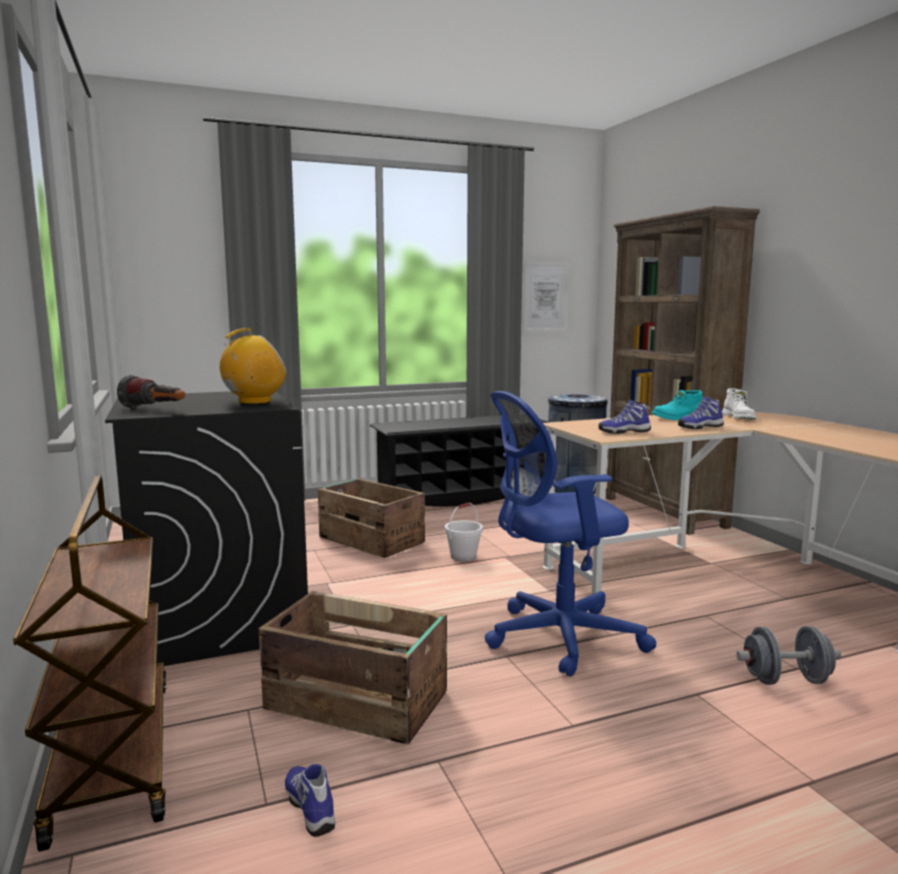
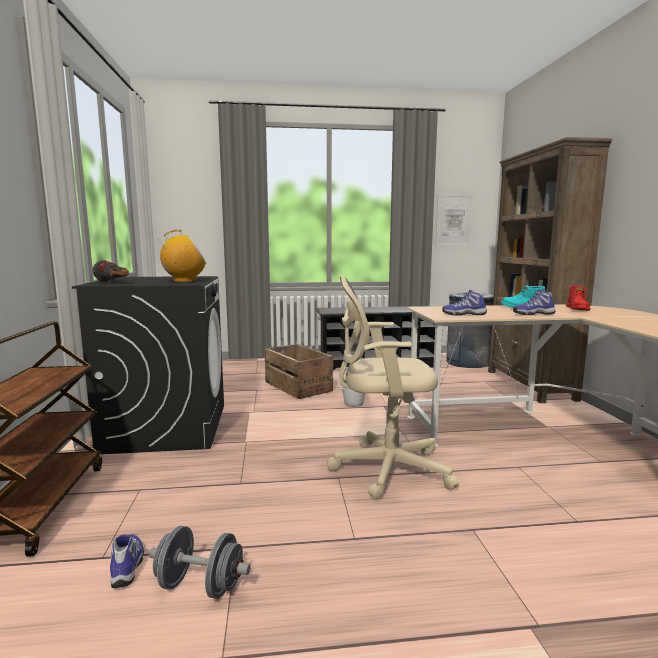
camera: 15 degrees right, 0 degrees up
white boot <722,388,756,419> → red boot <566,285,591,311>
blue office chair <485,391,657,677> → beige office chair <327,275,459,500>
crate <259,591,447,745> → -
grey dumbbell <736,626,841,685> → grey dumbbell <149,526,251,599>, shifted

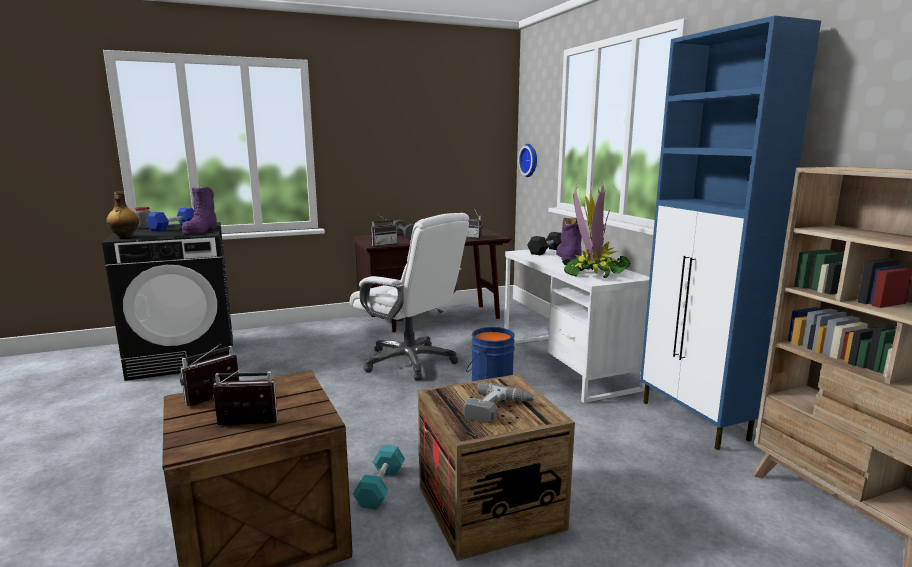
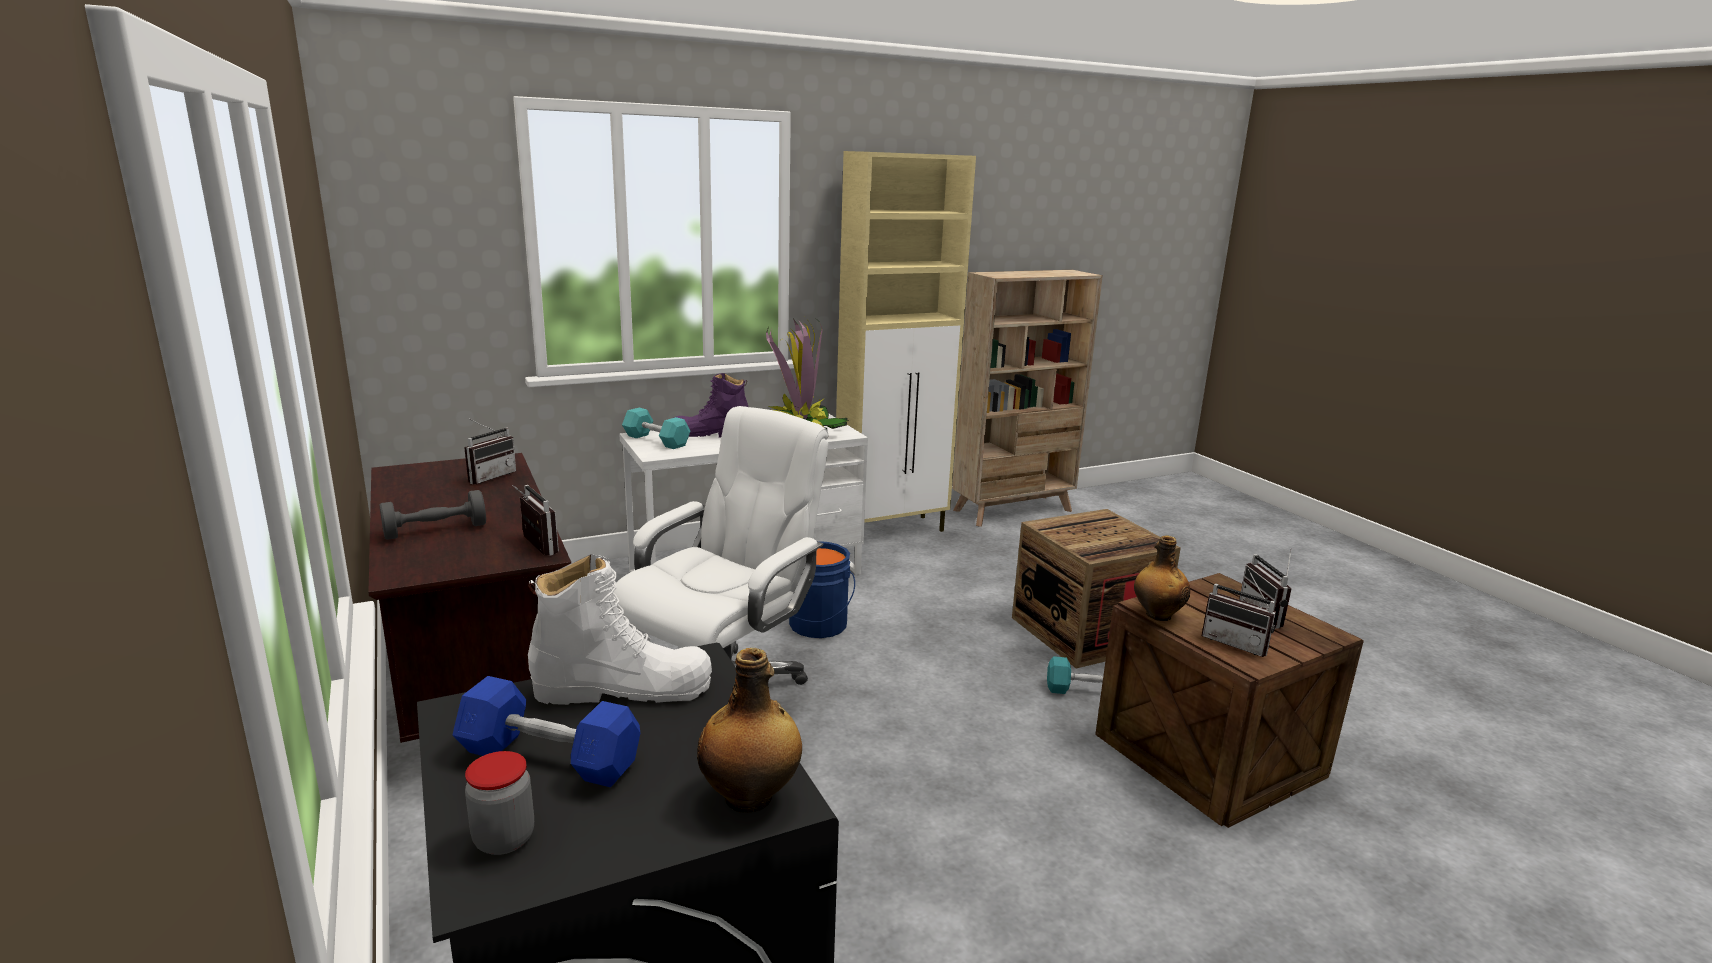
camera: 95 degrees left, 5 degrees up
blue cabinet <640,16,821,450> → beige cabinet <836,151,976,532>
wall clock <518,144,537,177> → -
purple boot <182,187,217,234> → white boot <528,554,712,705>
black dumbbell <528,232,561,255> → turquoise dumbbell <622,408,690,449>
power drill <464,383,536,423> → -
- → bottle <1134,535,1190,621>

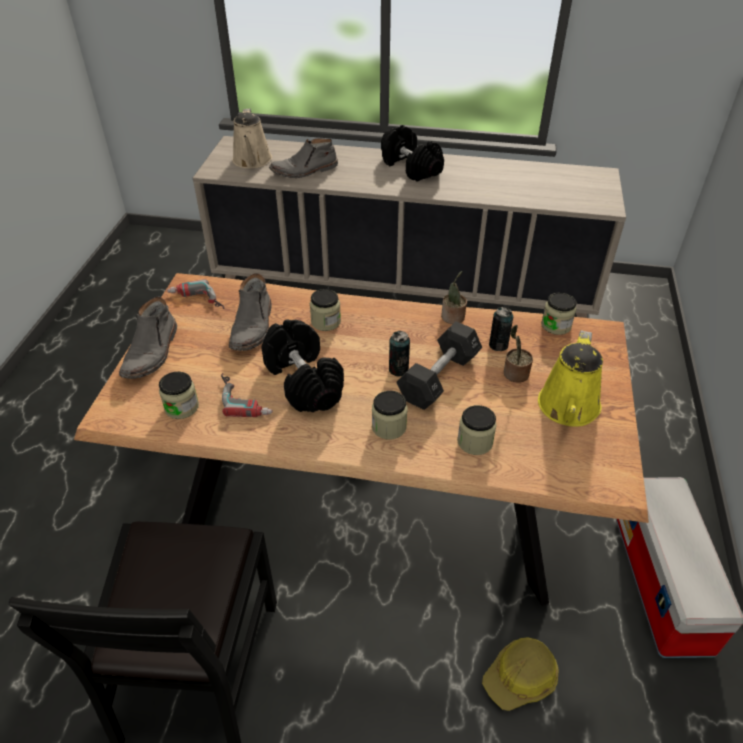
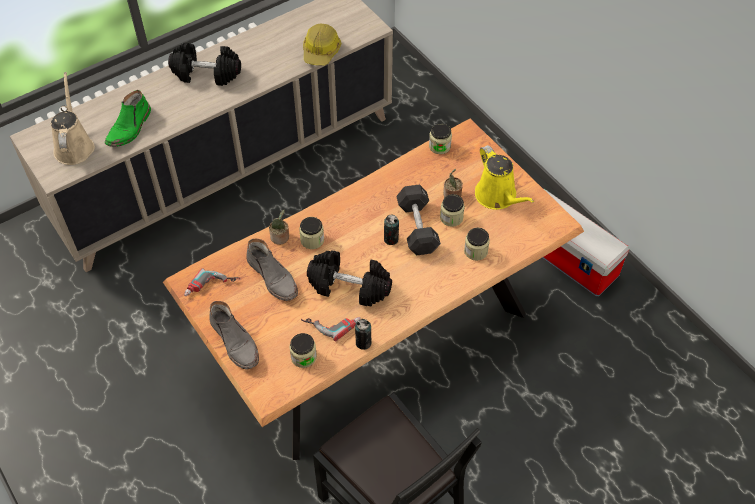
camera: 45 degrees left, 10 degrees up
beige watering can <232,108,272,169> → beige watering can <51,72,95,165>, 135 degrees counterclockwise
grey boot <269,138,338,178> → green boot <105,90,151,147>
potted plant <441,271,467,324> → potted plant <269,210,289,245>, shifted
can <489,307,513,351> → can <355,319,372,350>, shifted
jar <372,391,407,440> → jar <440,194,465,227>, shifted
hard hat <482,637,559,711> → hard hat <303,23,341,66>, shifted

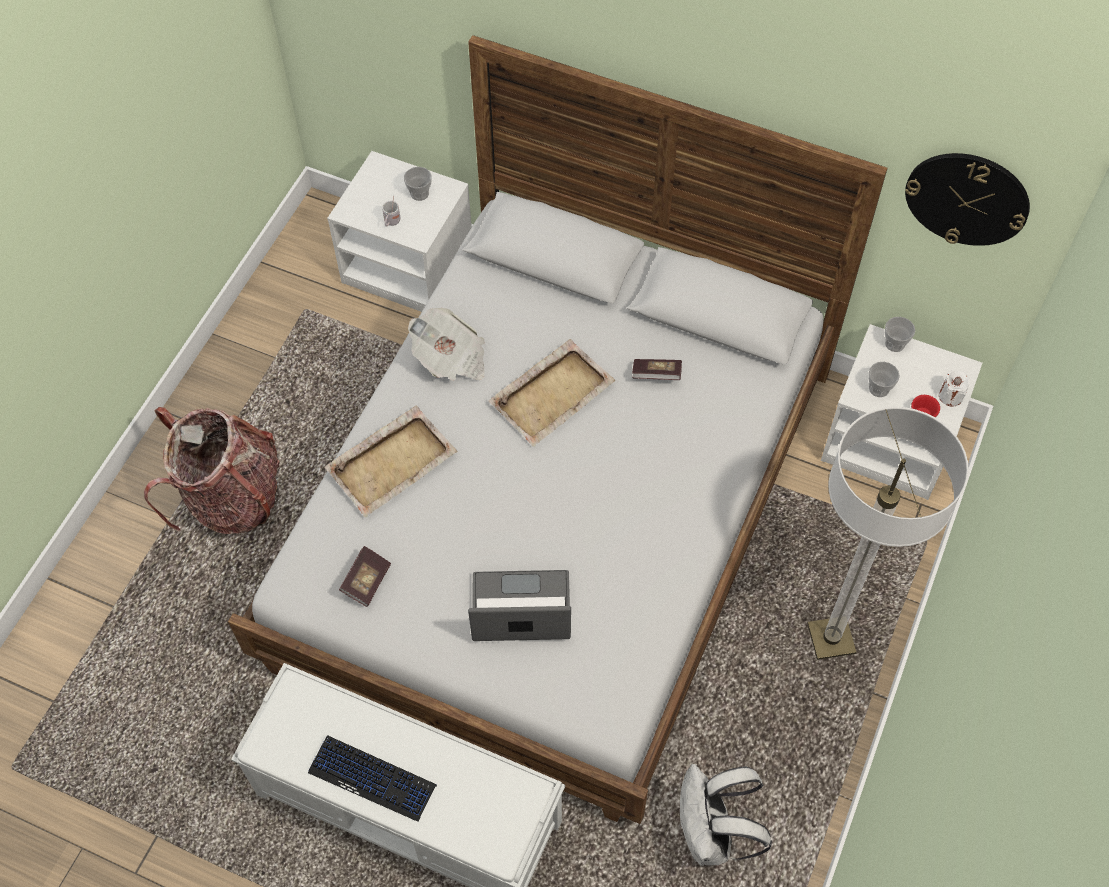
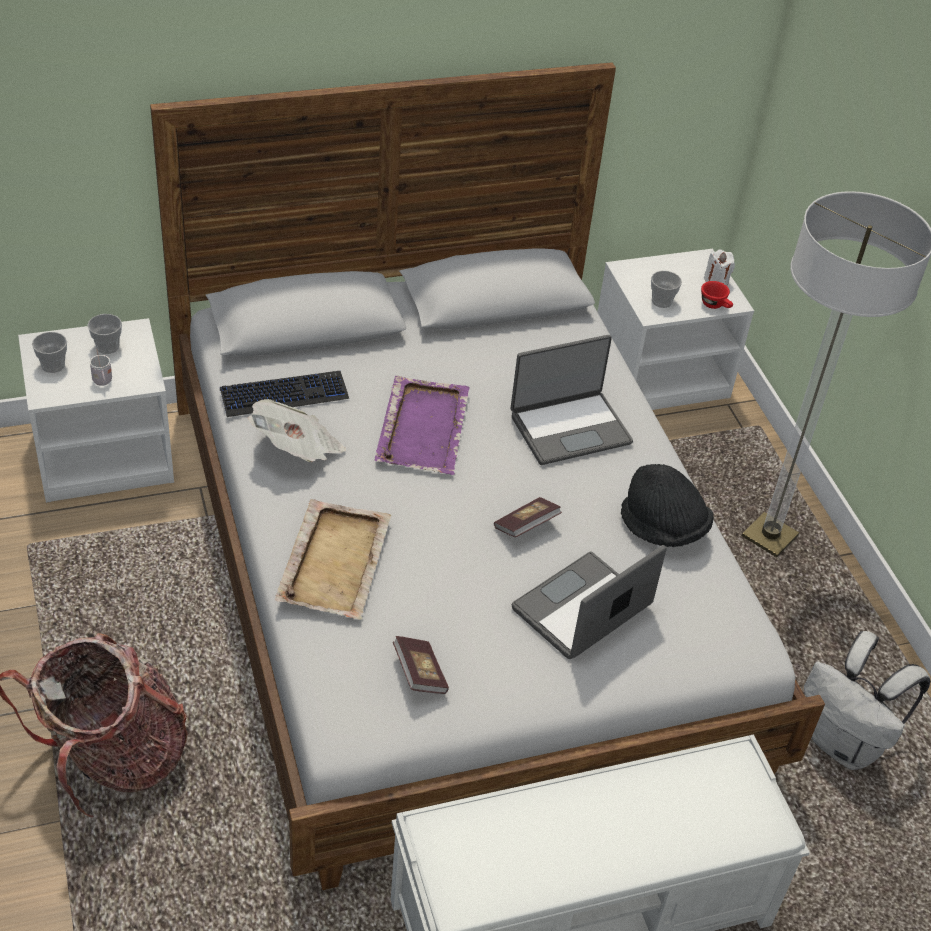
camera: 45 degrees left, 15 degrees down
wall clock <905,153,1030,246> → -
cup <885,317,915,352> → cup <32,332,67,373>, shifted
beige tray <489,339,615,447> → purple tray <375,376,469,475>
book <632,359,682,380> → book <494,497,562,537>, shifted
keyboard <308,735,437,822> → keyboard <220,371,349,417>, shifted
- → laptop <510,335,633,465>
- → black hat <621,464,714,547>

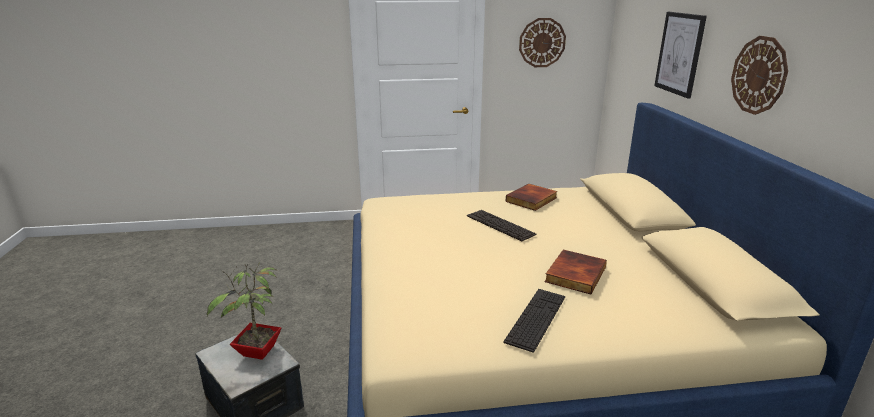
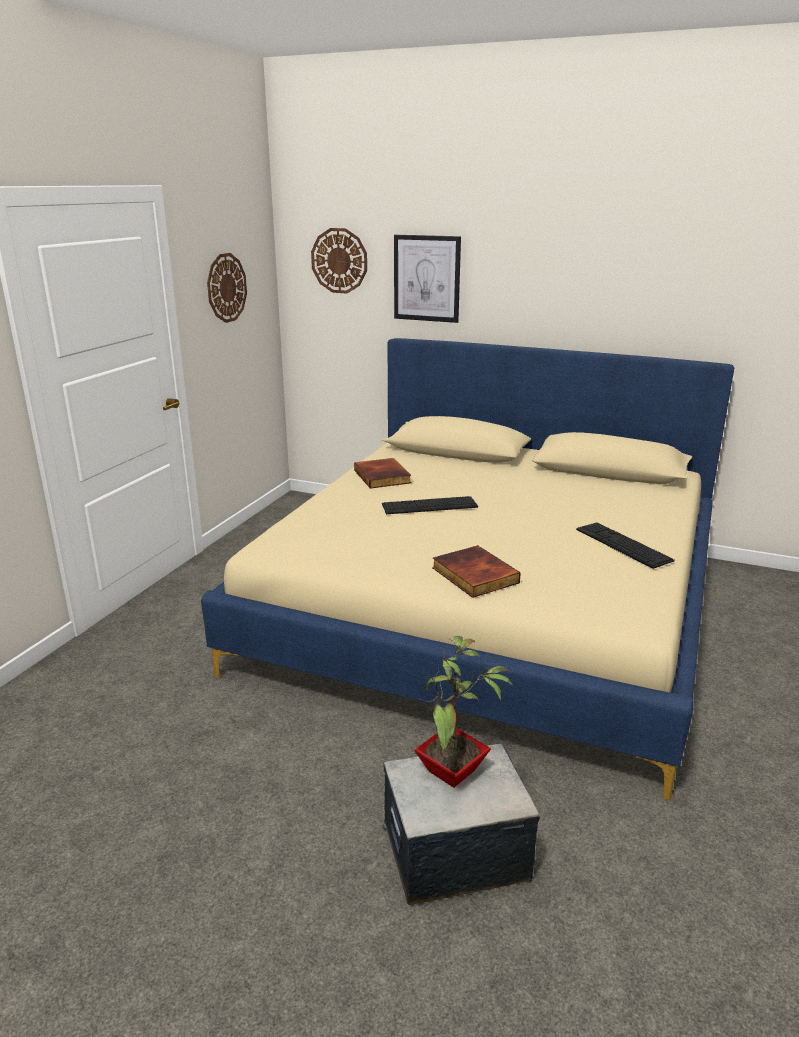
camera: 60 degrees left, 0 degrees up
wall clock <731,36,788,115> → wall clock <311,228,367,293>, shifted
book <544,250,607,294> → book <432,545,521,598>, shifted

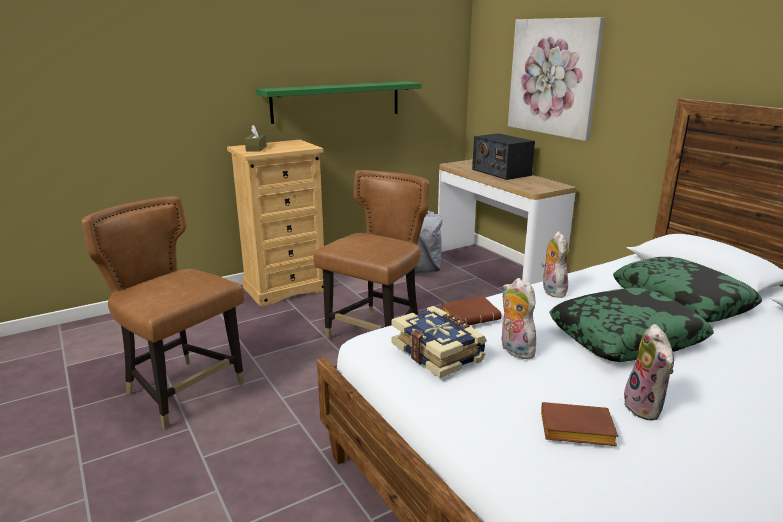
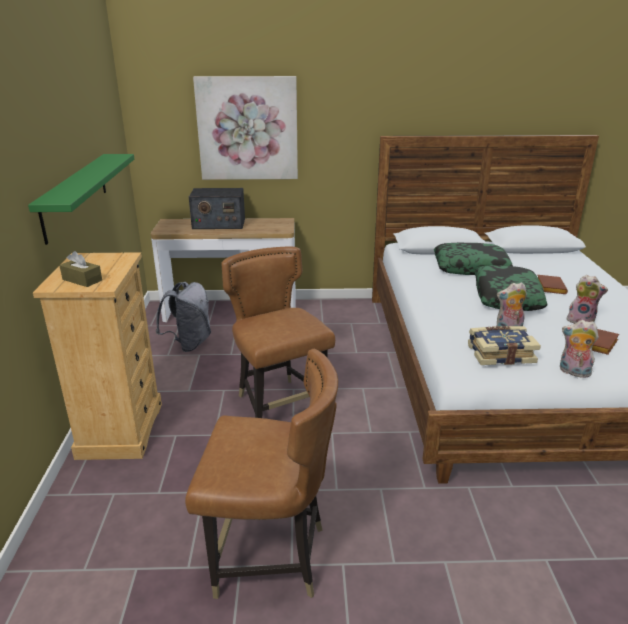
camera: 60 degrees left, 5 degrees up
brown chair <81,196,245,429> → brown chair <185,349,338,599>, 150 degrees counterclockwise
plush toy <541,231,568,298> → plush toy <560,320,599,378>, shifted
brown book <442,296,501,325> → brown book <538,275,568,294>, shifted

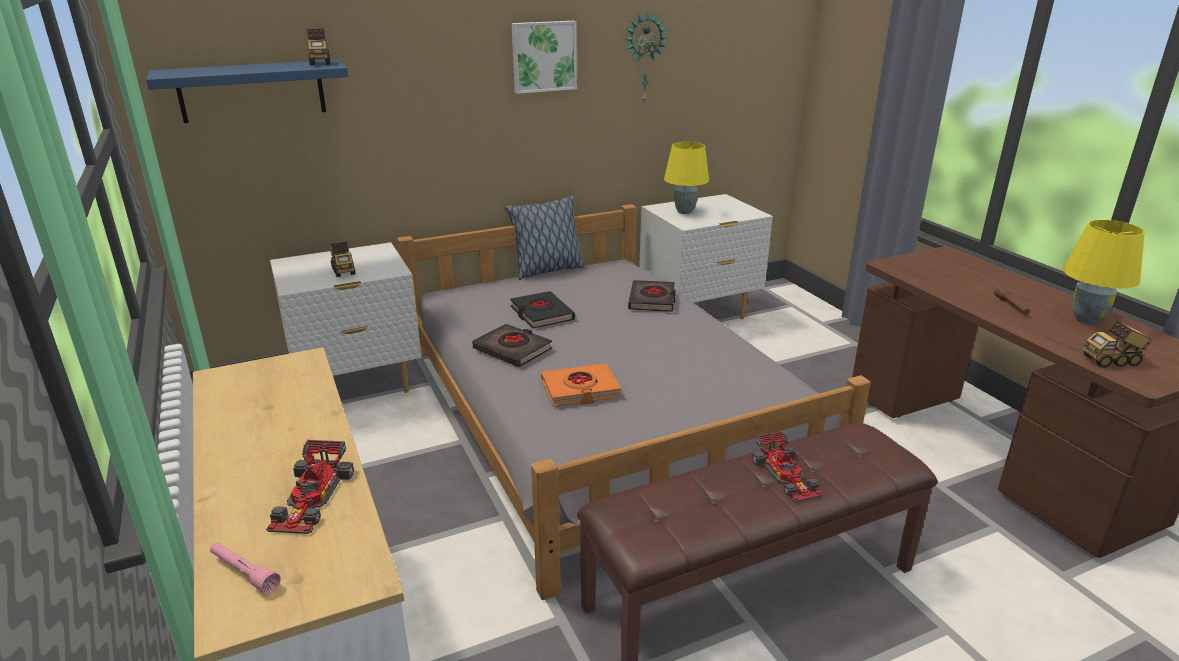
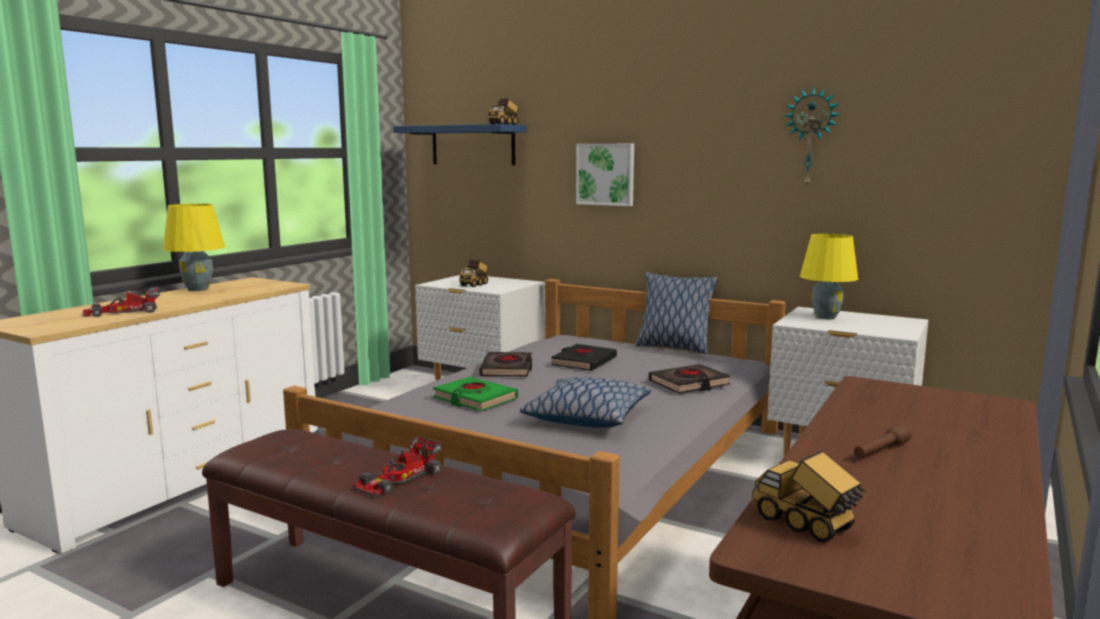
camera: 55 degrees right, 15 degrees down
picture <512,21,577,94> → picture <576,144,634,206>, shifted
yellow table lamp <1063,220,1145,324> → yellow table lamp <163,204,225,291>, shifted
orange book <541,363,621,407> → green book <433,377,518,411>
pink flashlight <210,542,281,594> → -
- → pillow <520,377,651,428>

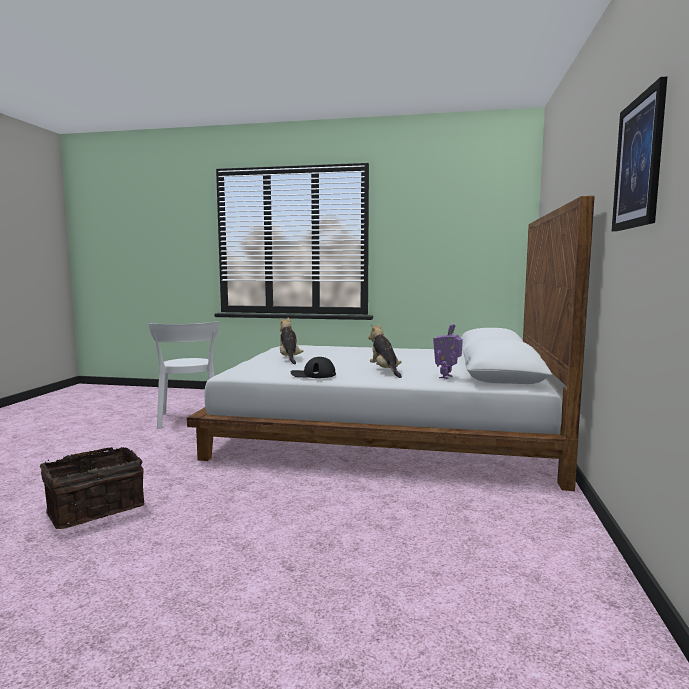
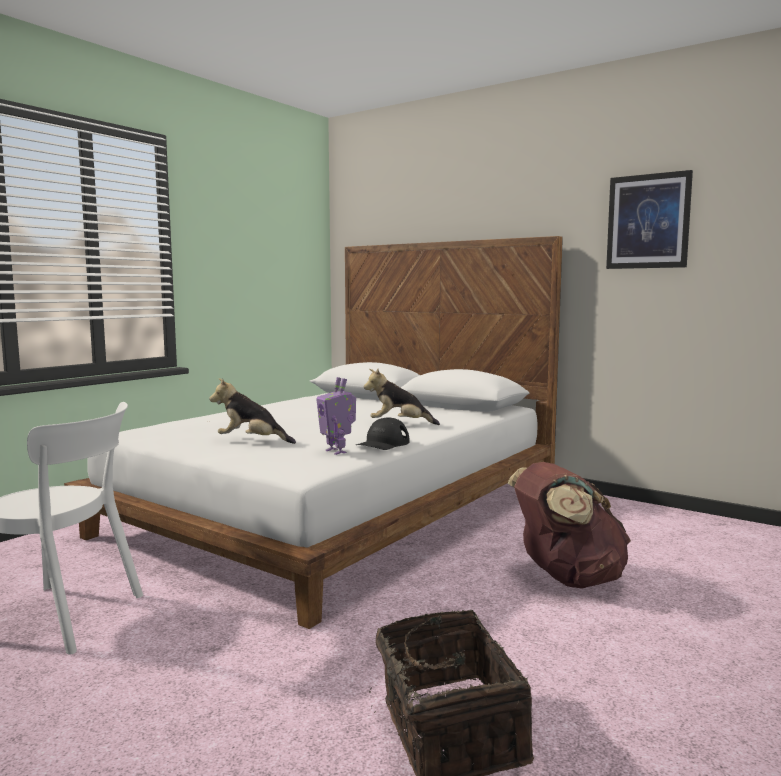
camera: 65 degrees left, 0 degrees up
toy robot <433,324,463,379> → toy robot <316,377,356,455>, shifted
- → brown backpack <508,462,631,589>

